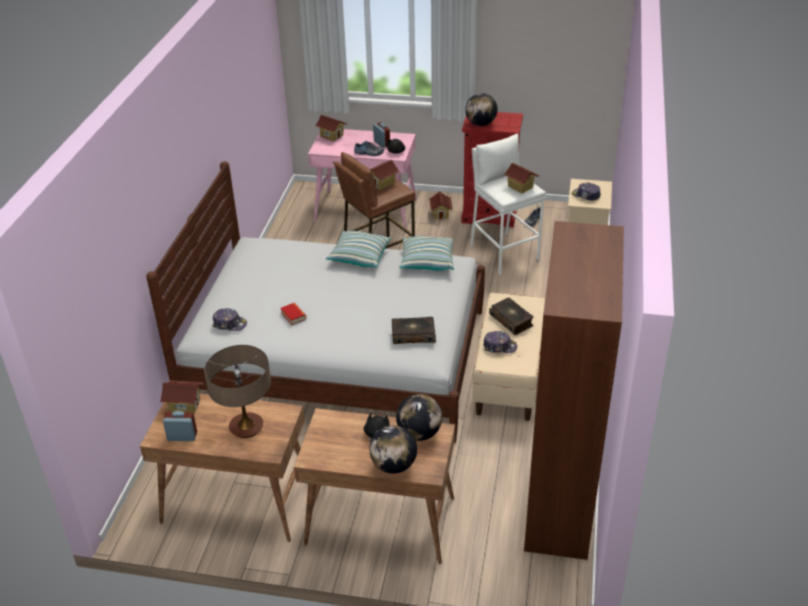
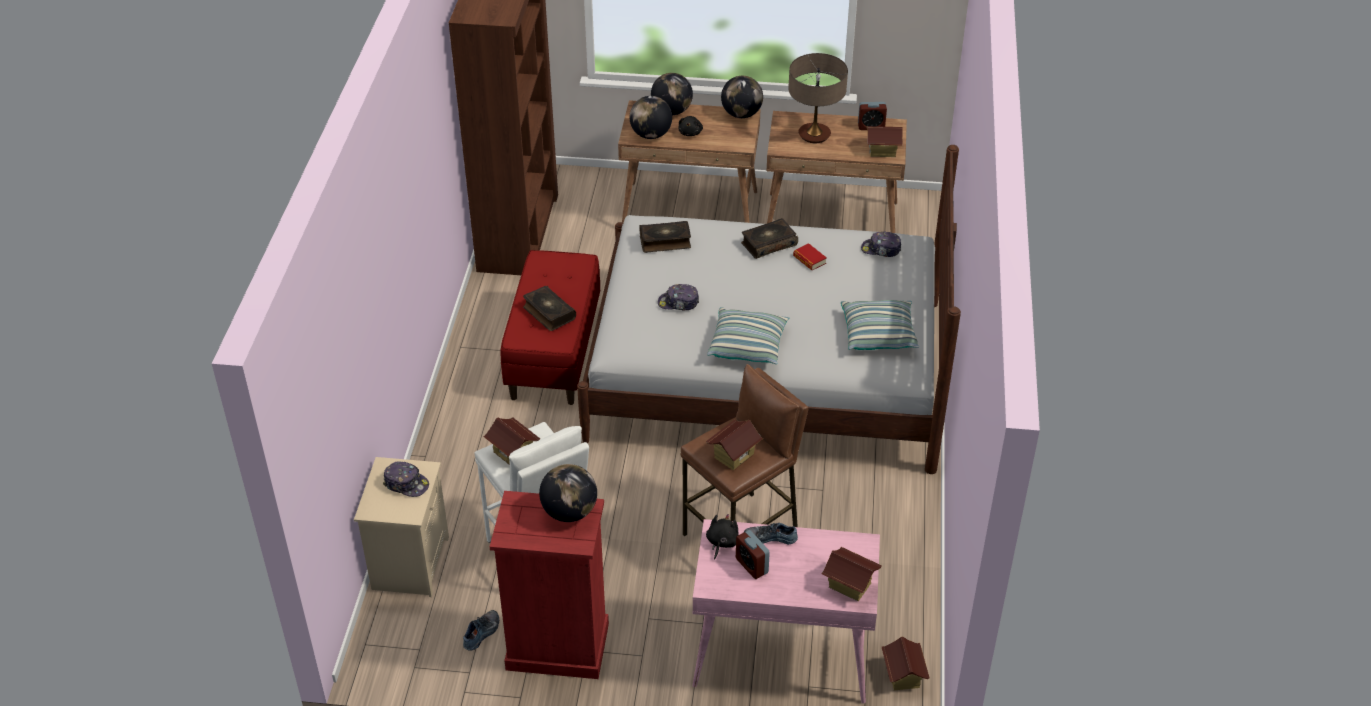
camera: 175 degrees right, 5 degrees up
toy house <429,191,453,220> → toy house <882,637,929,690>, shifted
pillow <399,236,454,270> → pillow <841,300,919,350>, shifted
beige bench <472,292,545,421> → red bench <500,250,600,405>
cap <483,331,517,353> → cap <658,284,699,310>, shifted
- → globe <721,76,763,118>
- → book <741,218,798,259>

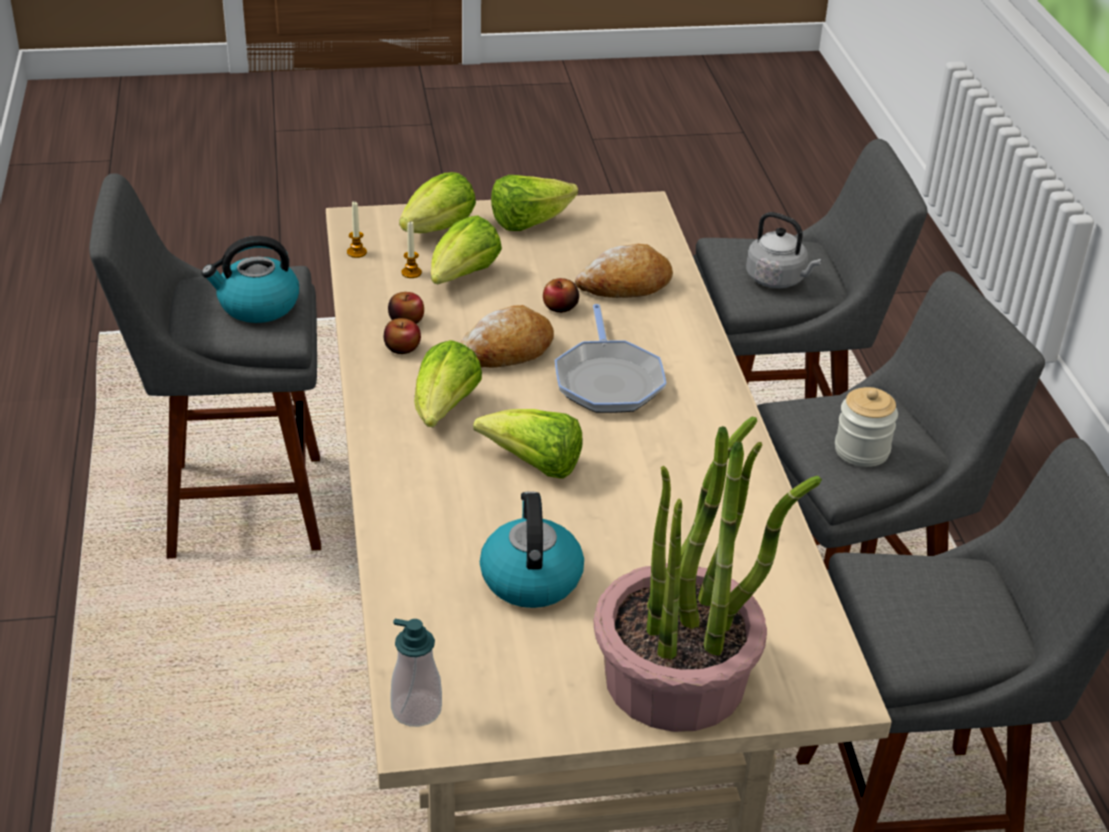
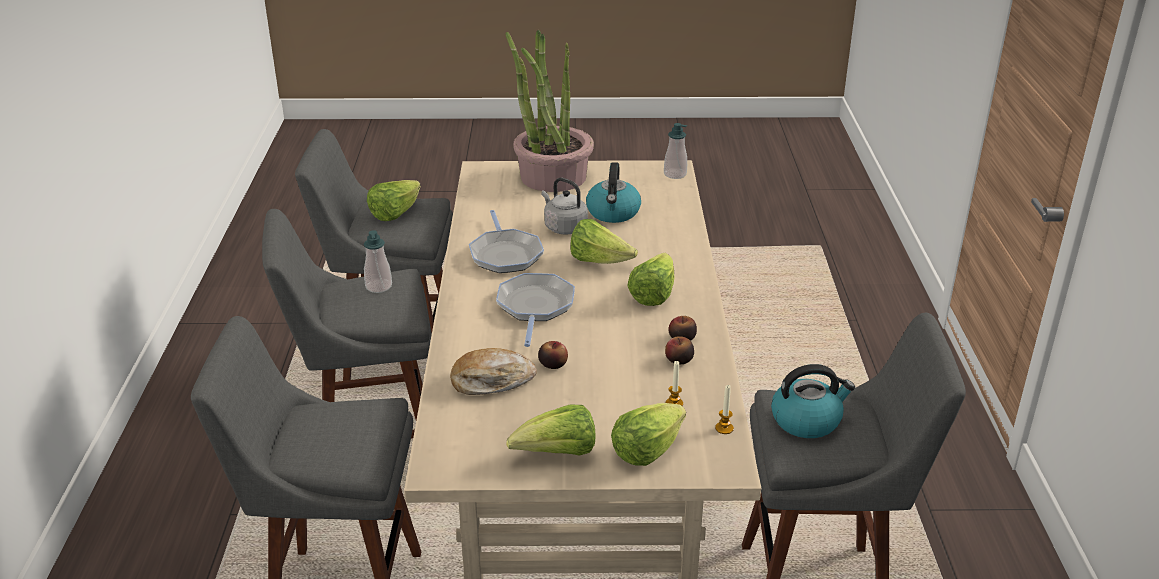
camera: 170 degrees left, 5 degrees down
grey kettle <746,212,821,288> → grey kettle <541,178,588,235>, shifted
lettuce <431,215,502,284> → lettuce <367,180,421,221>, shifted
bread <460,305,554,368> → -
jar <835,387,898,467> → soap dispenser <364,230,392,293>
- → frying pan <469,210,544,273>

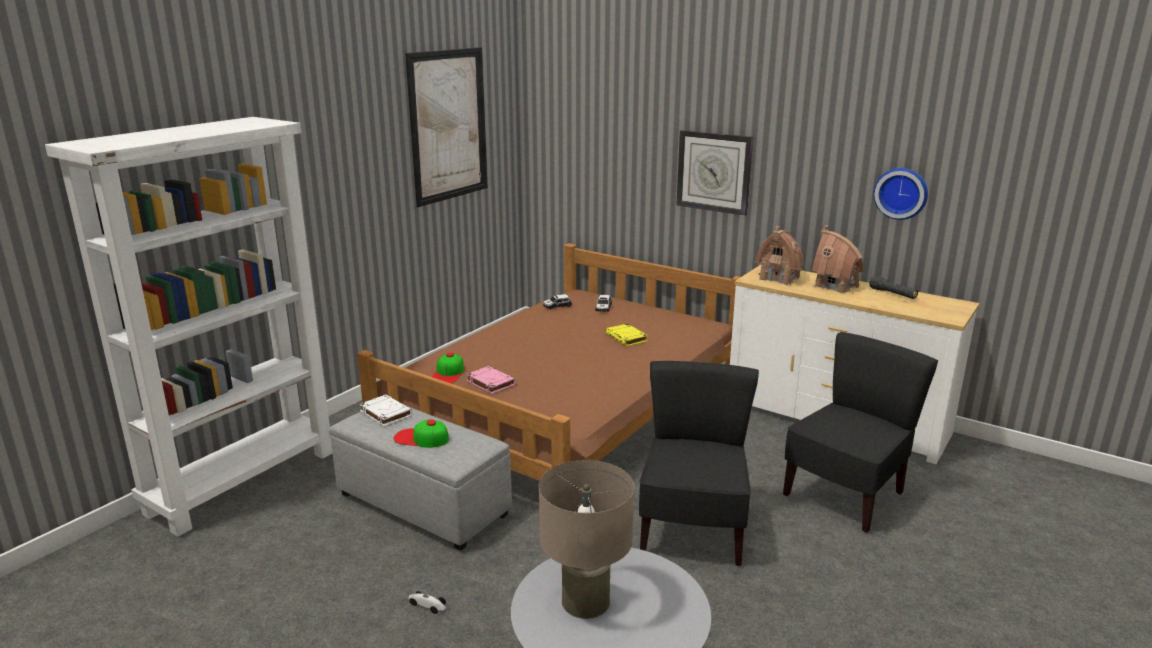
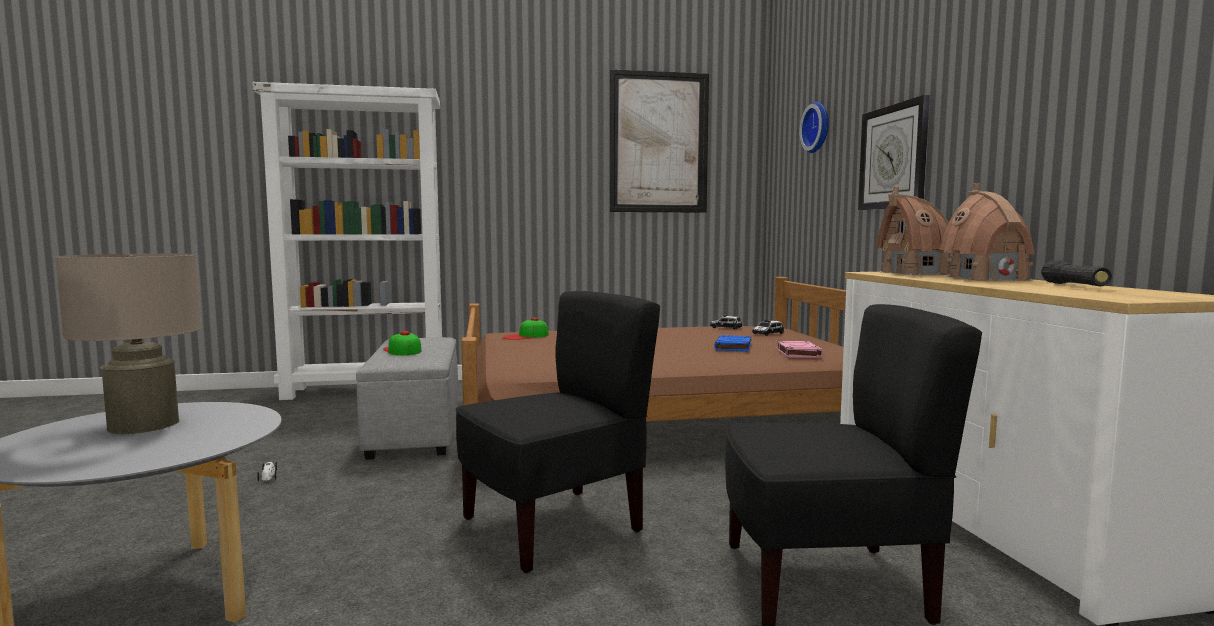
camera: 45 degrees right, 15 degrees down
wall clock <873,168,928,220> → wall clock <799,102,829,153>, shifted
yellow book <606,324,648,346> → blue book <714,335,751,352>
pink book <466,366,516,394> → pink book <776,341,824,358>, shifted
white book <360,395,412,427> → -

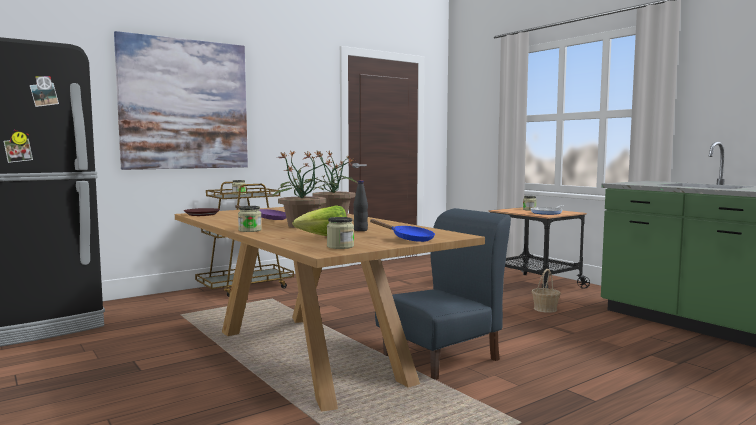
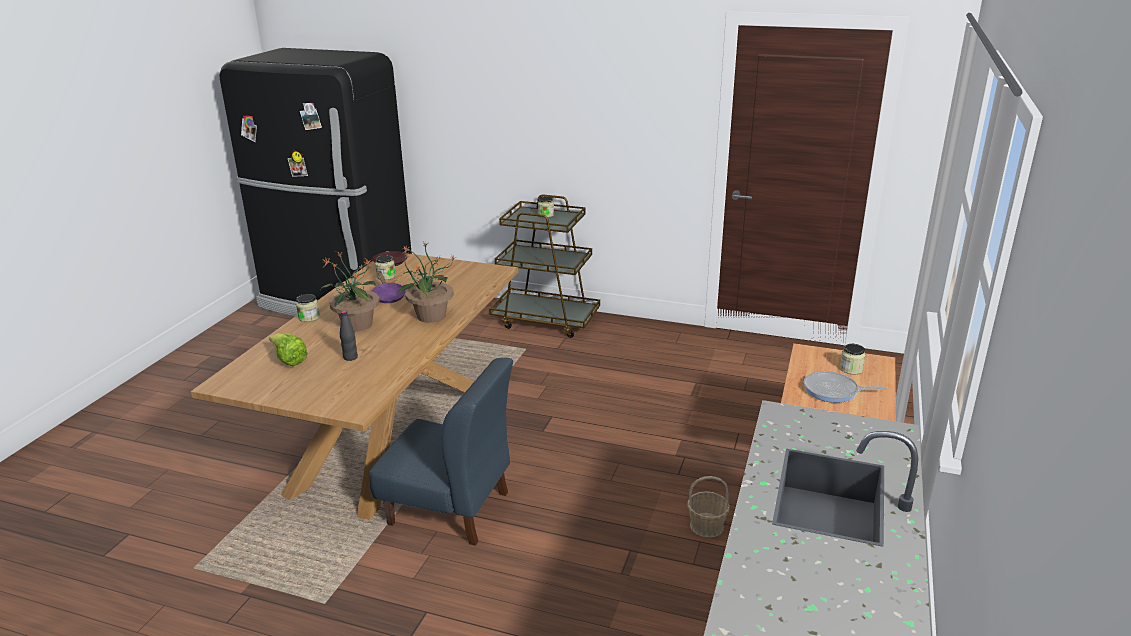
camera: 55 degrees right, 20 degrees up
picture <114,31,248,170> → -
jar <327,217,354,249> → jar <375,255,396,280>, shifted
blue frying pan <370,219,435,242> → -

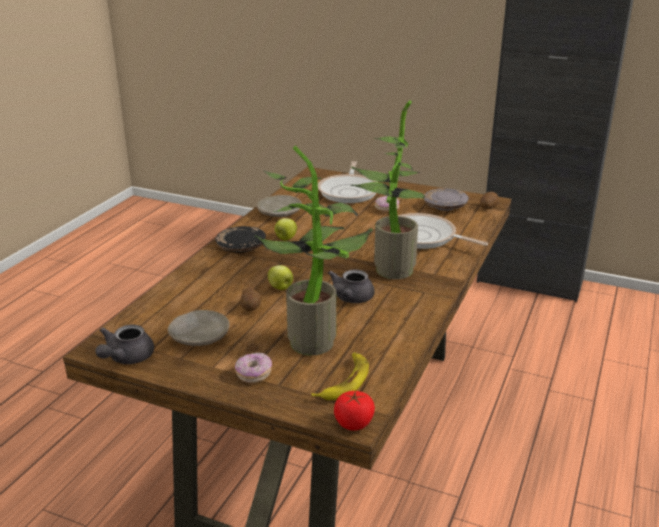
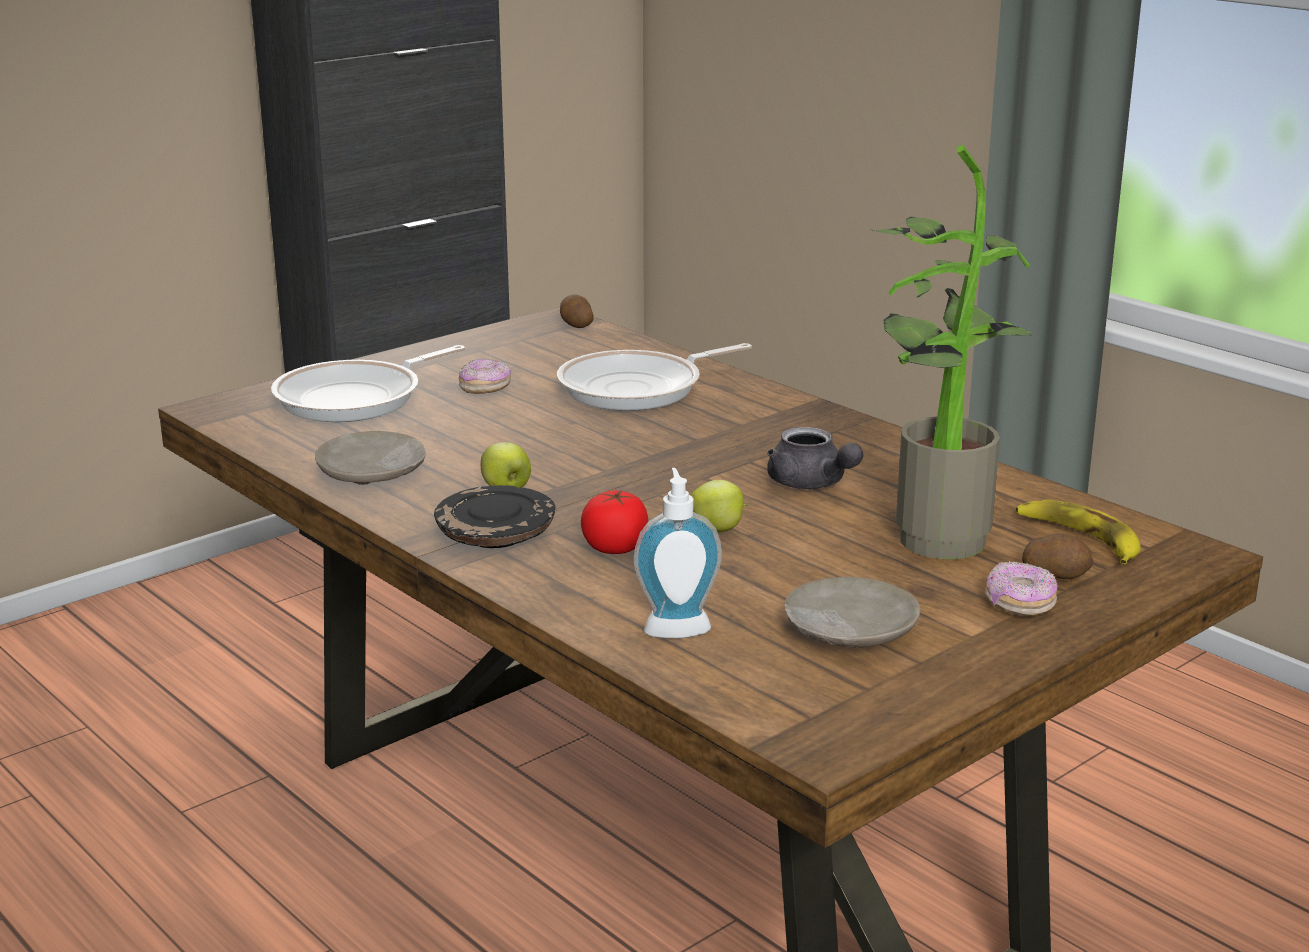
camera: 65 degrees left, 5 degrees down
potted plant <350,100,425,279> → -
frying pan <318,161,377,203> → frying pan <271,345,465,422>, 105 degrees clockwise
grey plate <424,188,469,211> → -
potato <240,288,261,311> → potato <1022,533,1094,579>, shifted
grey teapot <95,324,154,364> → -
tomato <334,391,375,431> → tomato <581,490,648,554>, shifted
- → soap dispenser <634,468,722,639>

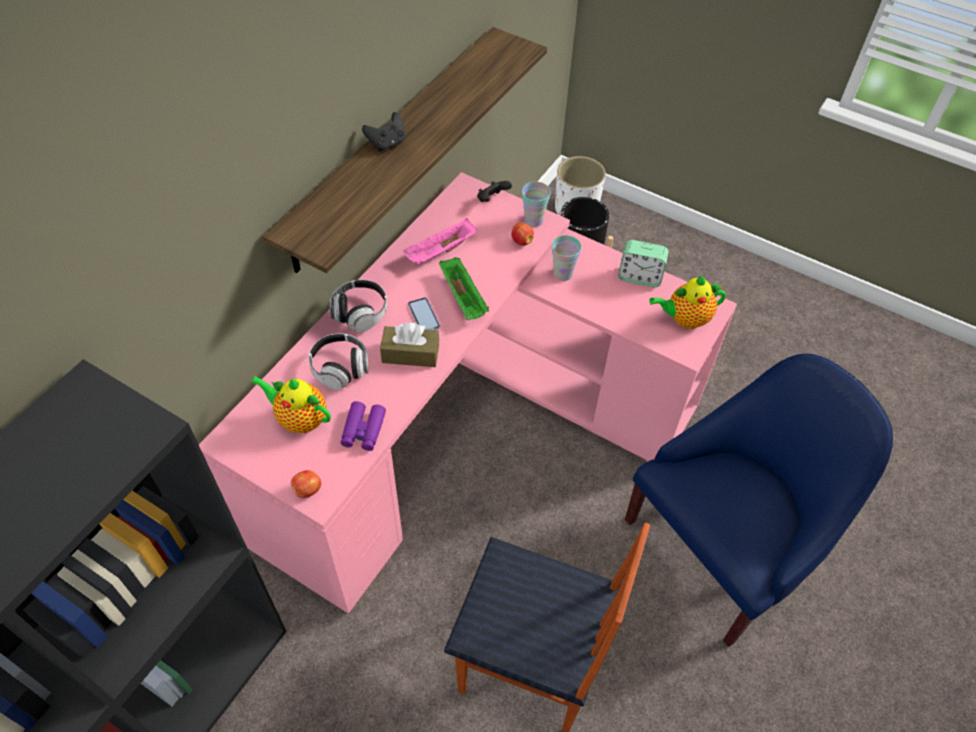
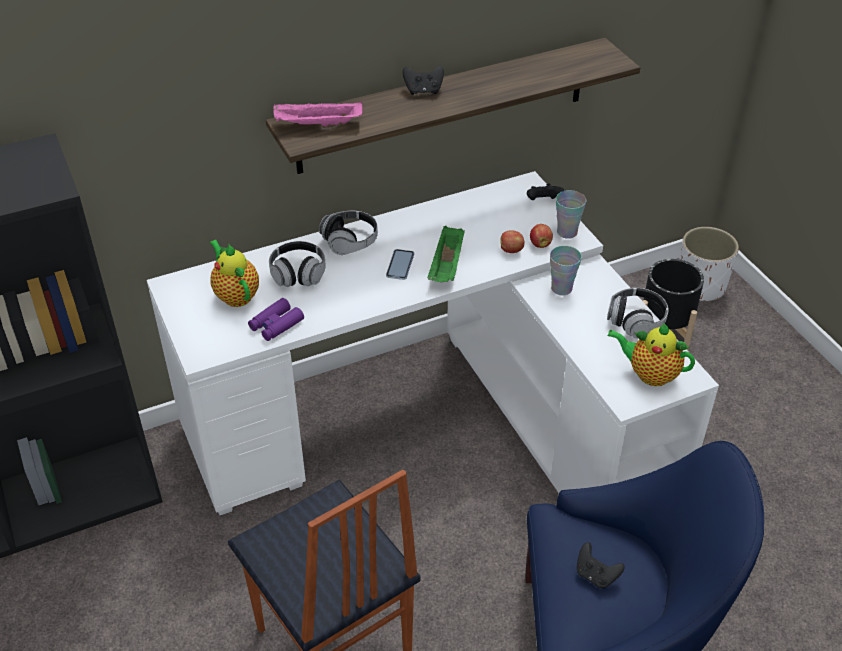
camera: 35 degrees right, 10 degrees down
pink desk <199,172,737,614> → white desk <147,171,719,515>
pink tray <403,218,477,265> → pink tray <273,101,363,128>, shifted
alarm clock <618,240,668,287> → headphones <607,288,669,339>
brown tissue box <380,323,439,367> → -
apple <291,470,321,498> → apple <500,230,524,253>, shifted
- → black game controller <577,542,625,588>

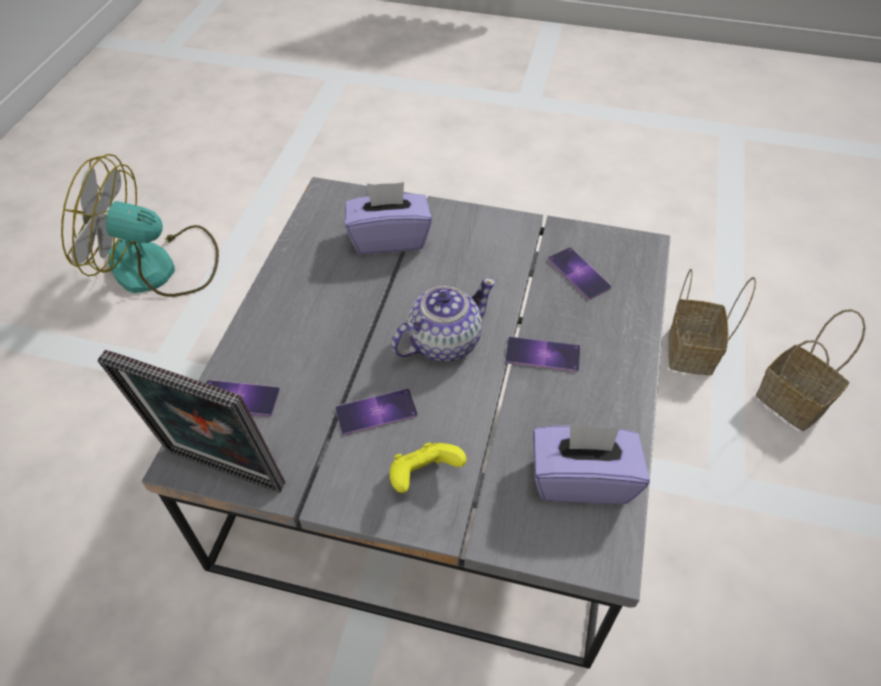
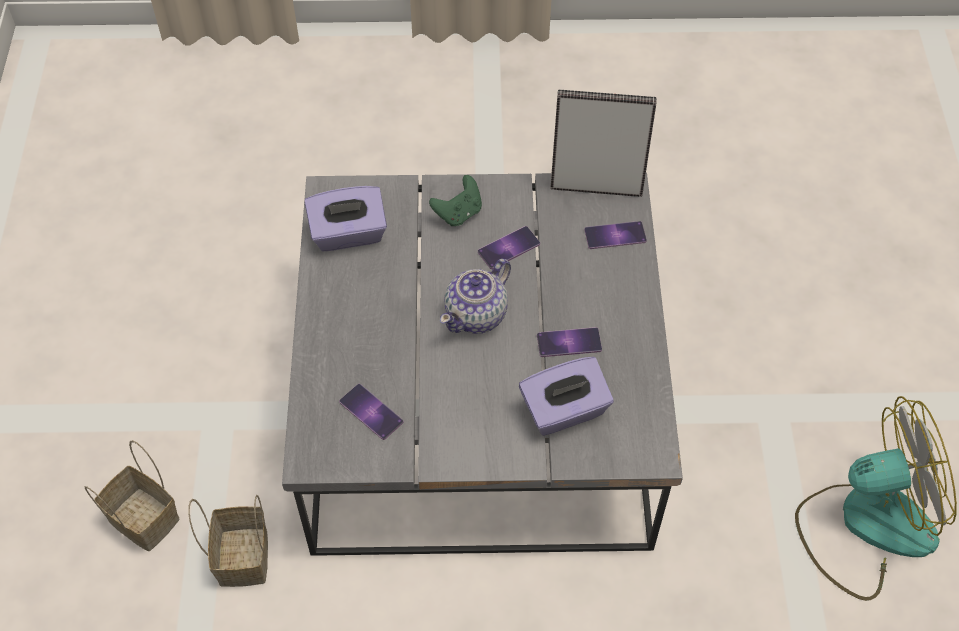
camera: 165 degrees right, 5 degrees up
phone <505,337,580,372> → phone <537,327,602,357>, shifted
yellow game controller <389,442,467,493> → green game controller <429,175,482,226>

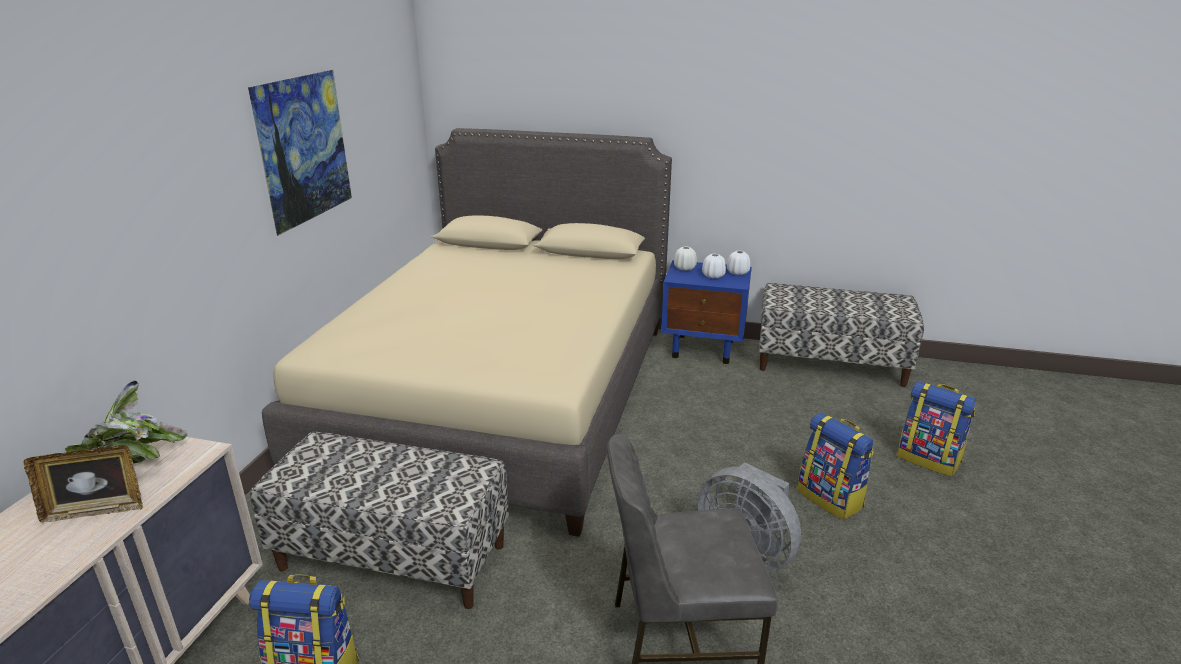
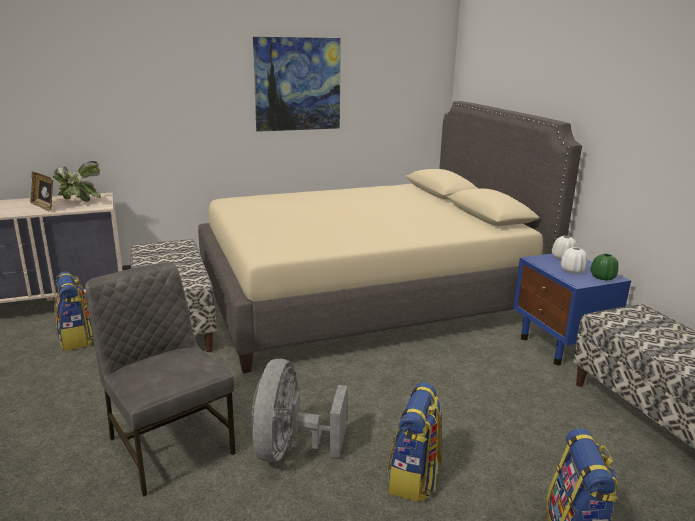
camera: 55 degrees right, 5 degrees down
white vase <727,251,750,275> → green vase <591,254,618,281>

